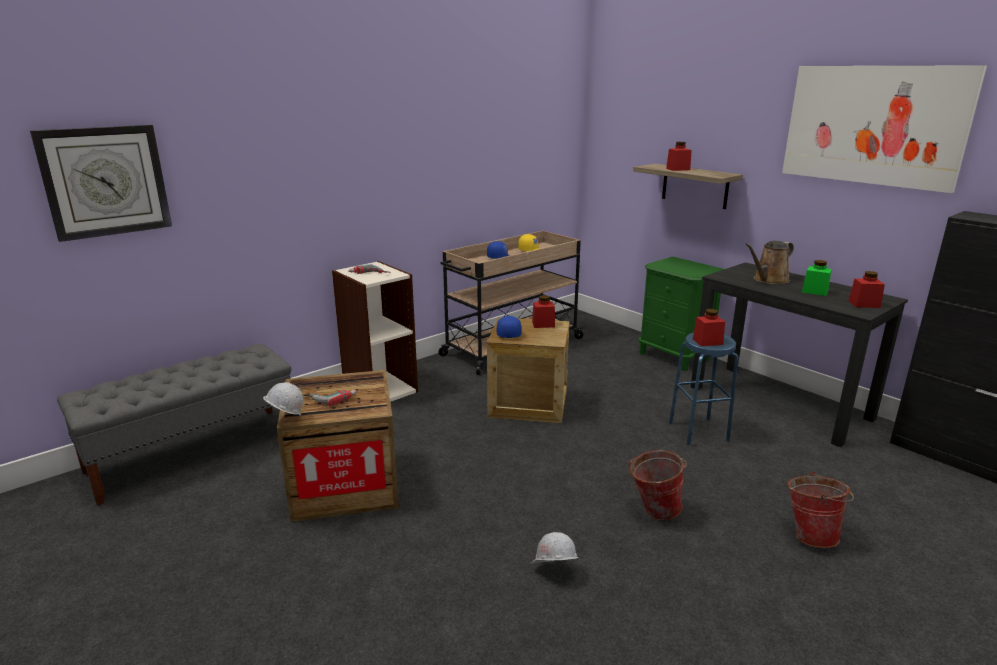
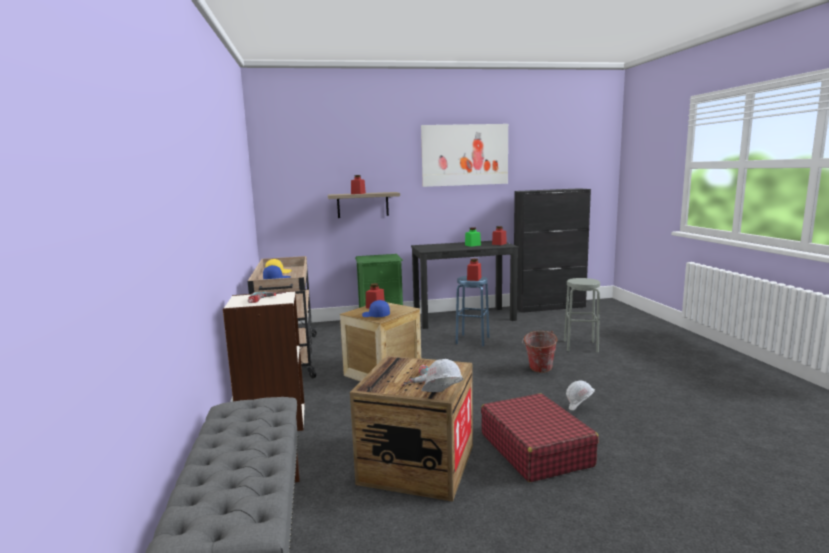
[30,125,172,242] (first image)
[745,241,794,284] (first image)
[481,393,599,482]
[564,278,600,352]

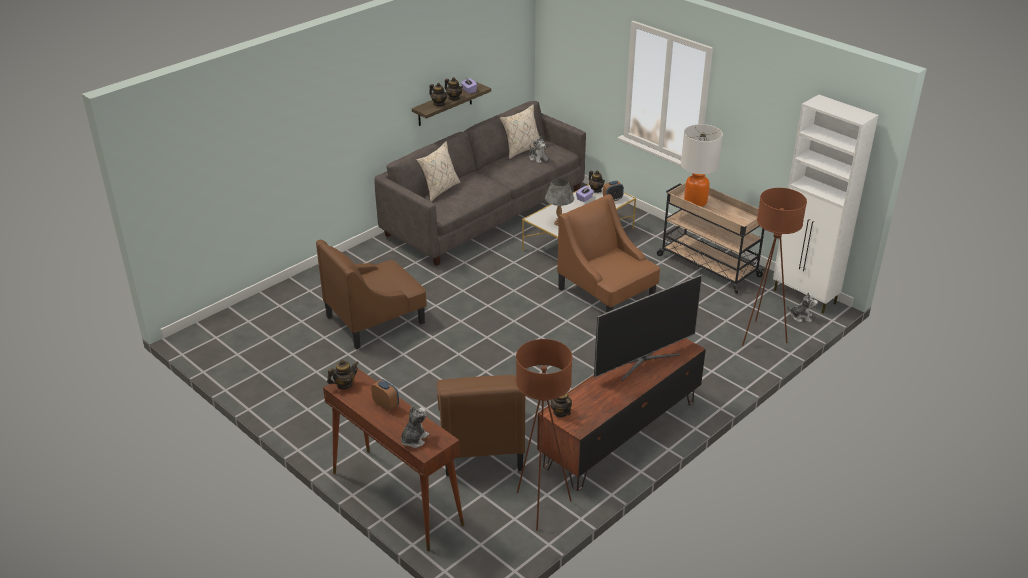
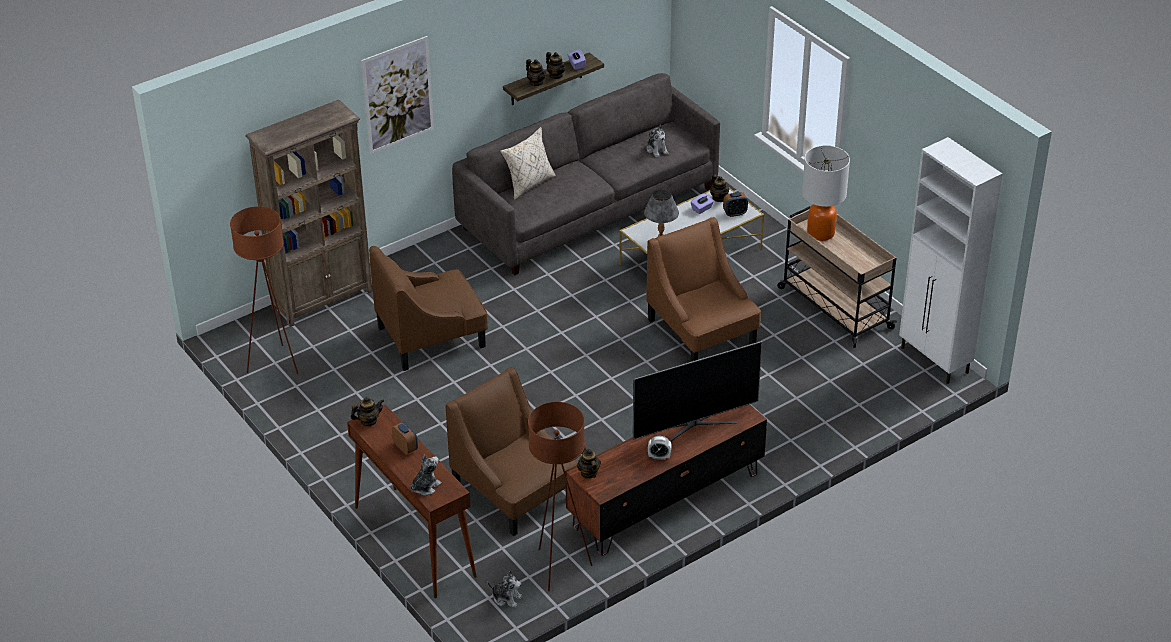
[500,104,540,159] (first image)
[245,100,373,327]
[361,36,434,154]
[648,436,672,460]
[230,206,298,375]
[488,571,523,608]
[446,367,577,536]

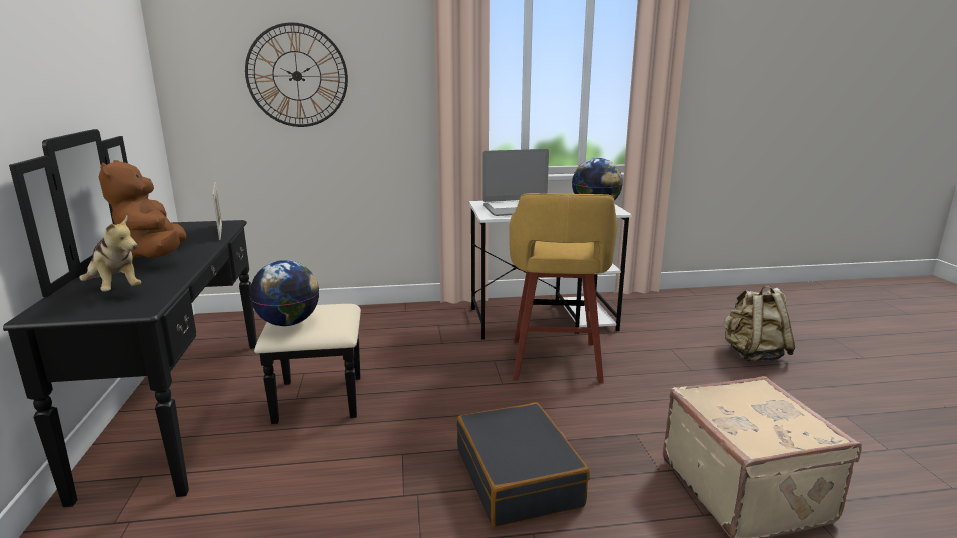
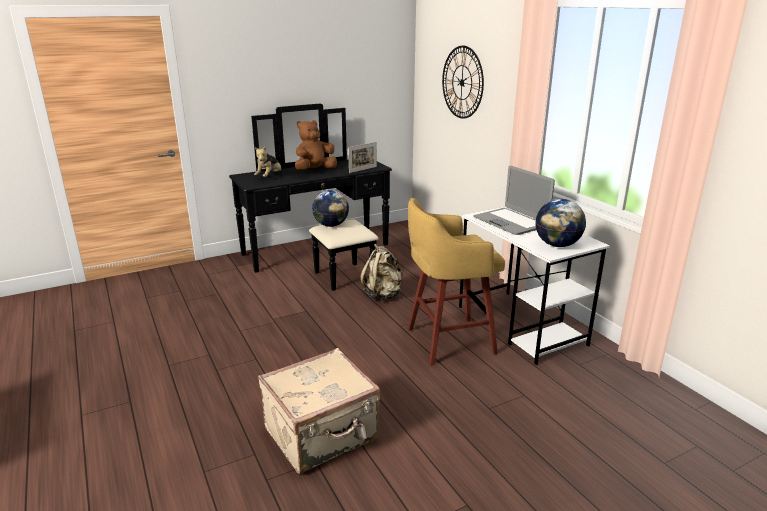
[456,403,590,527] (first image)
[360,244,403,301]

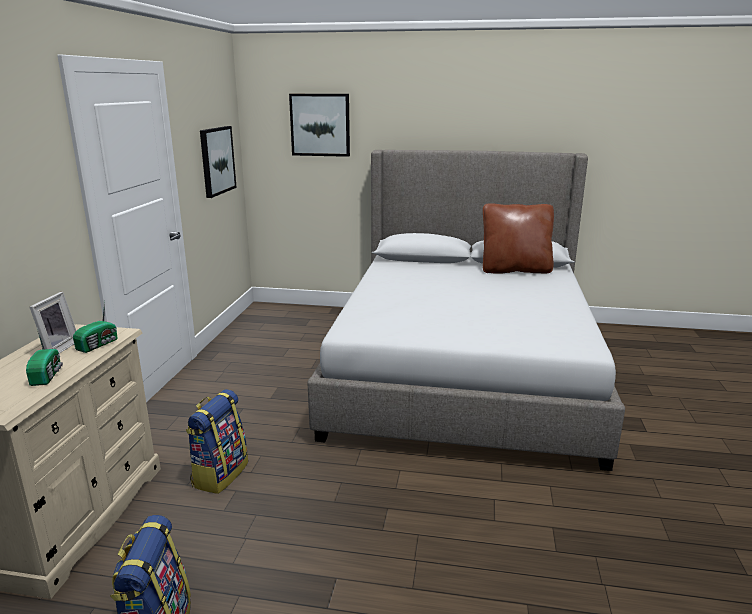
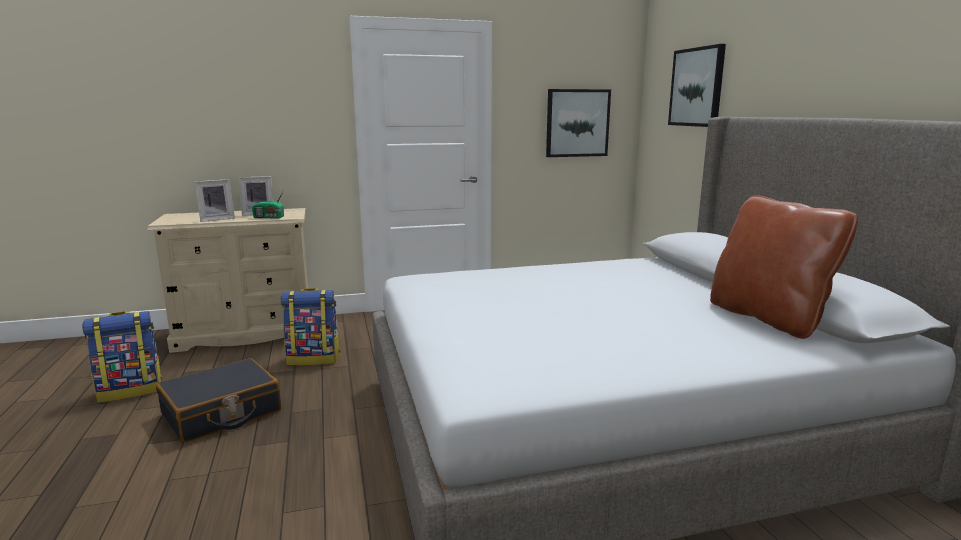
[156,358,281,443]
[194,179,235,222]

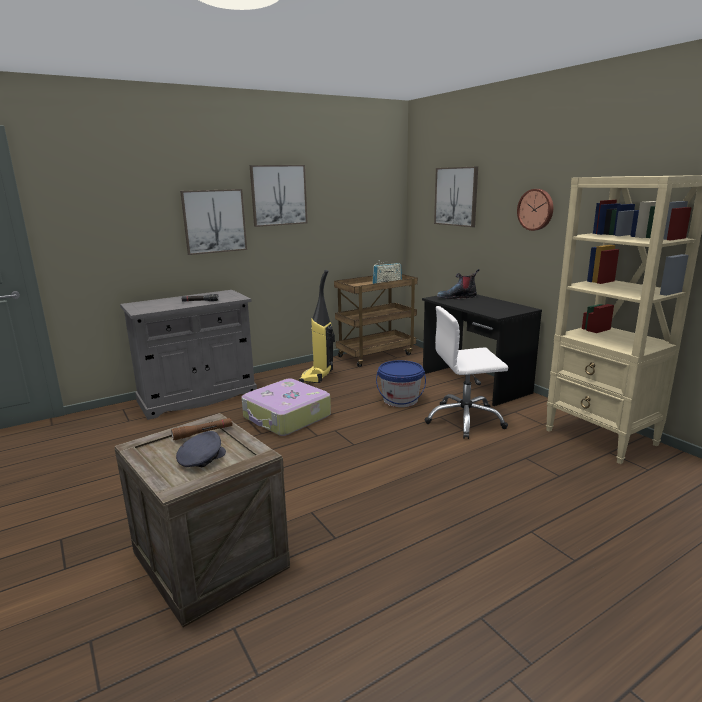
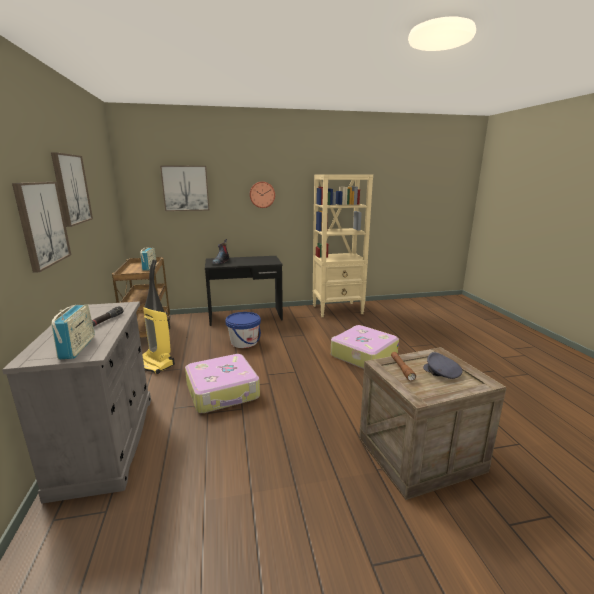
[424,306,508,439] (first image)
[51,304,95,360]
[331,325,399,369]

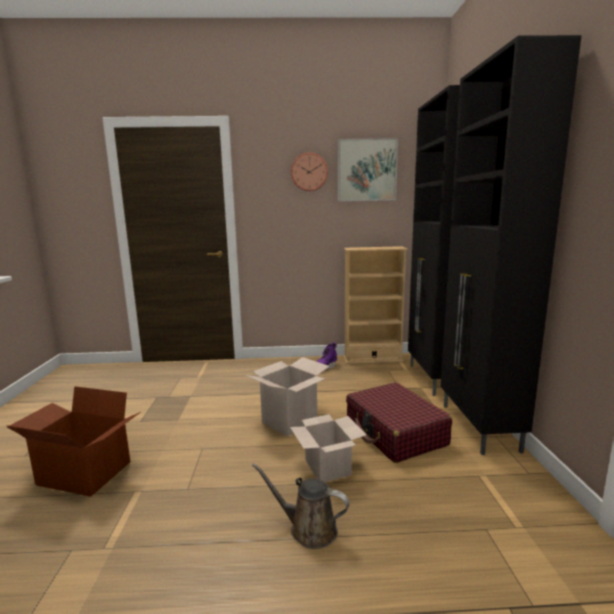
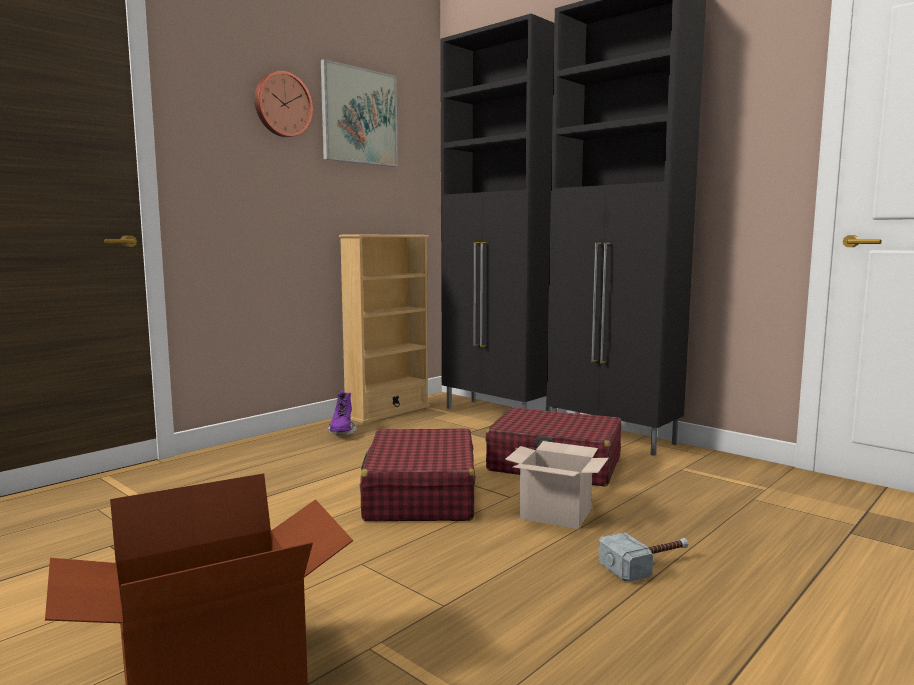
[360,428,476,521]
[599,533,688,581]

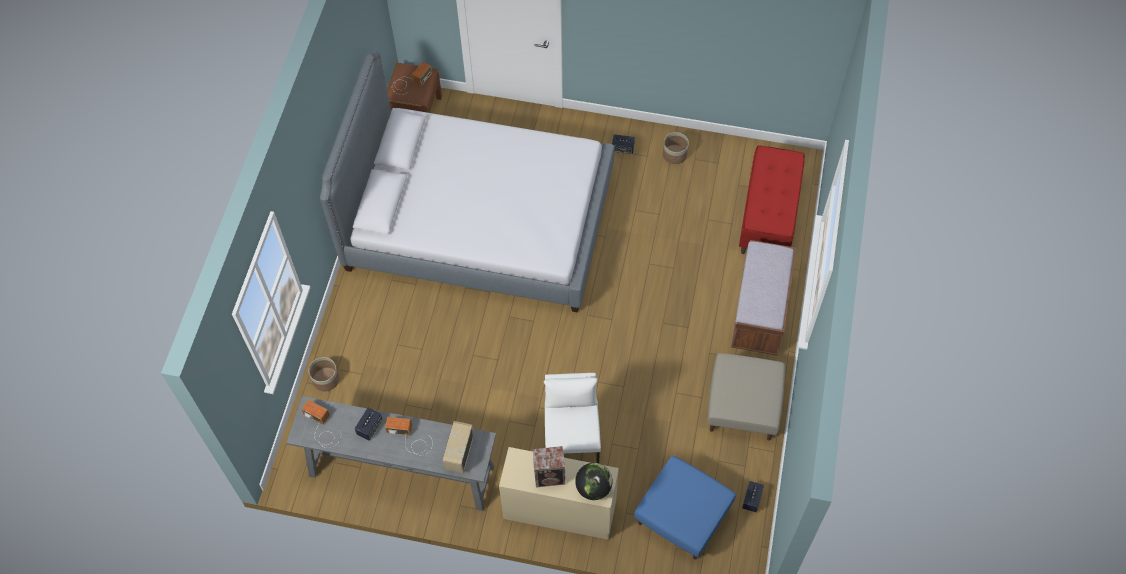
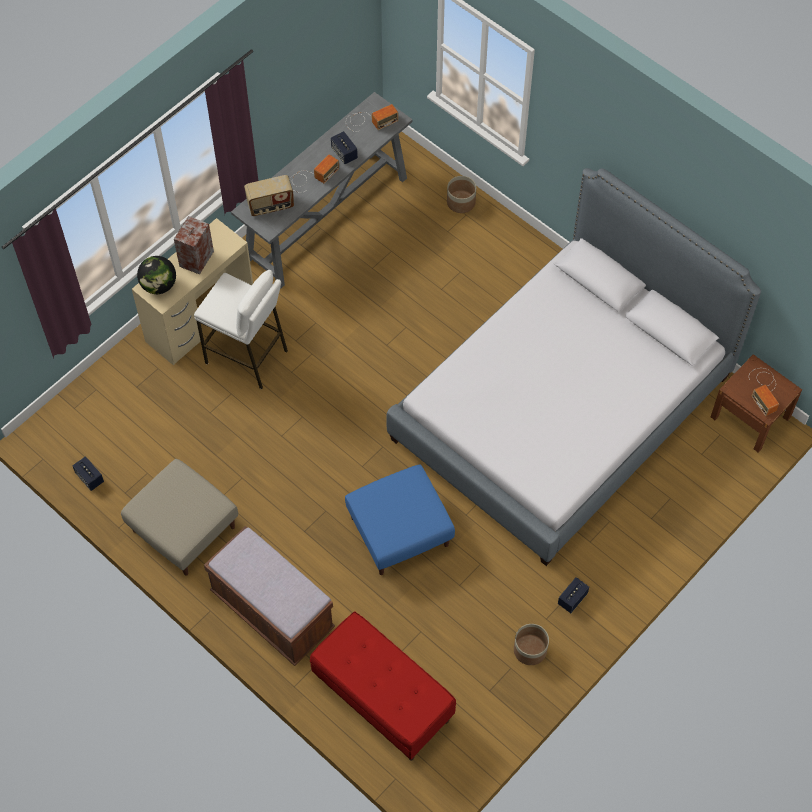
[345,465,455,575]
[244,175,294,216]

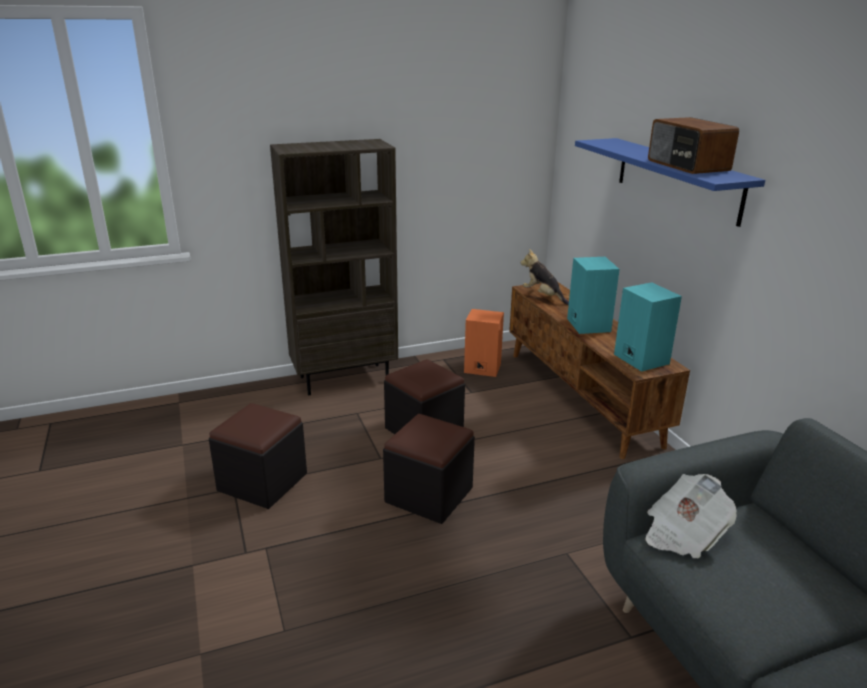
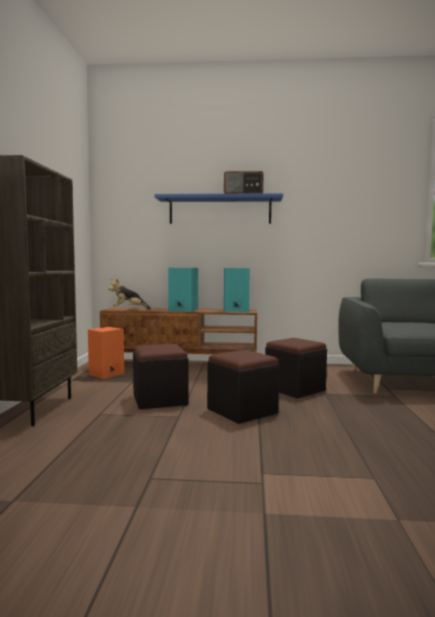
[645,474,737,558] (first image)
[265,338,327,398]

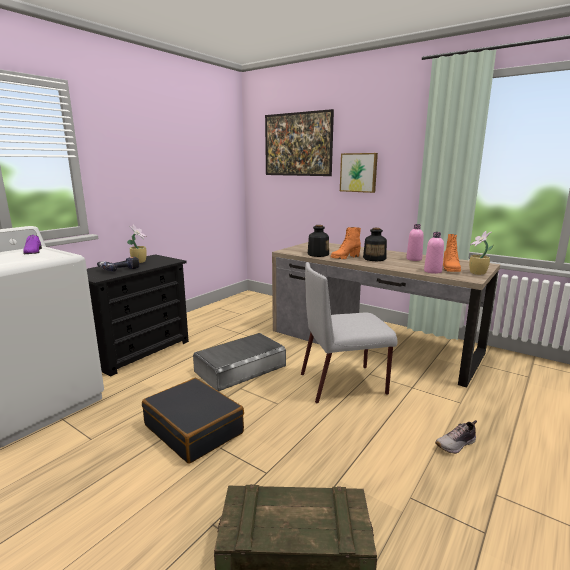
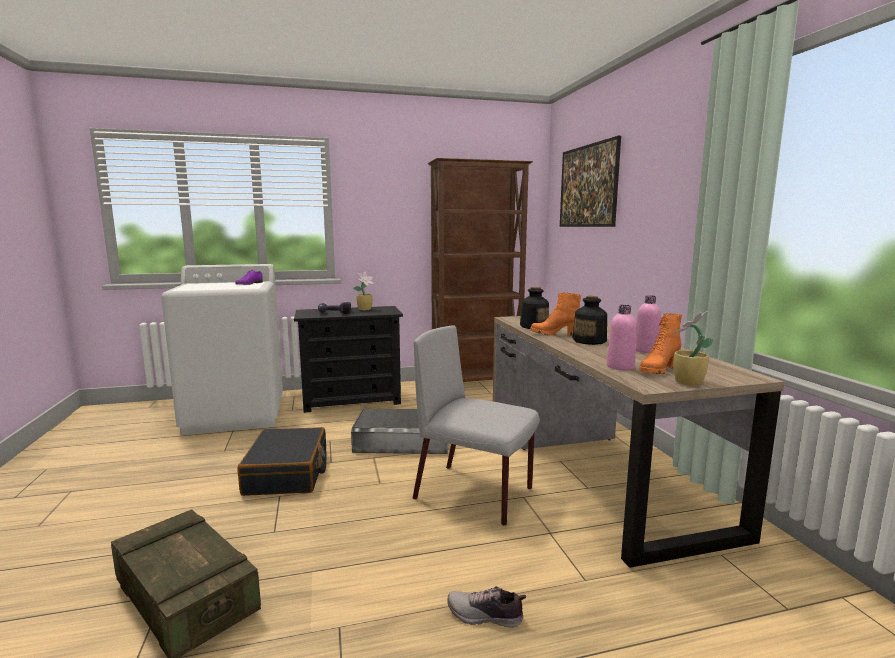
[340,153,378,193] (first image)
[428,158,533,382]

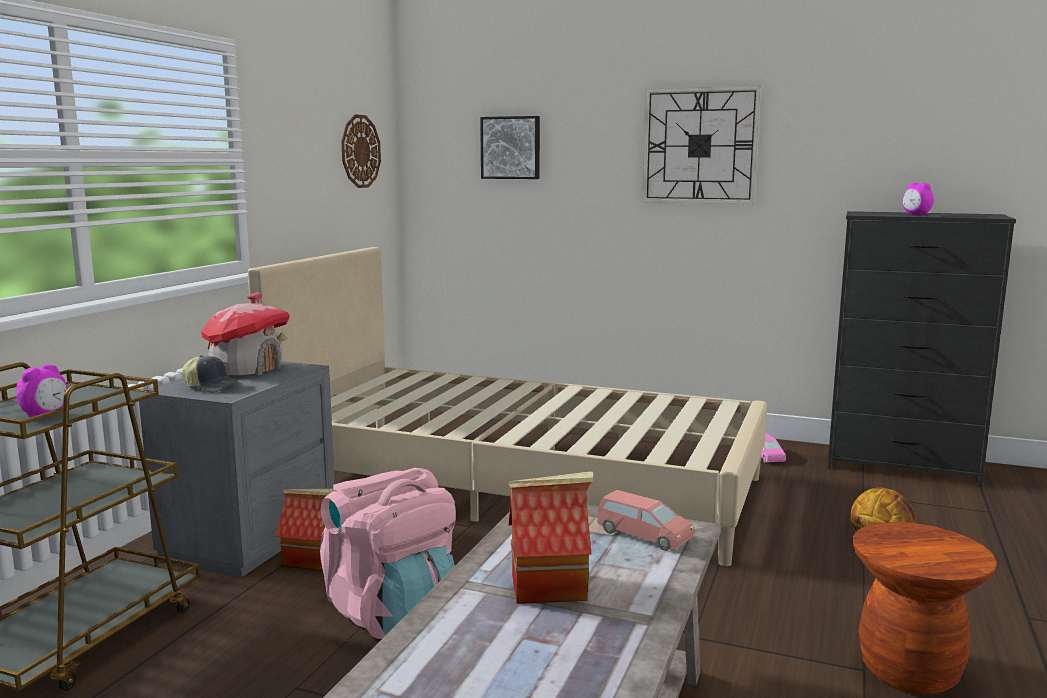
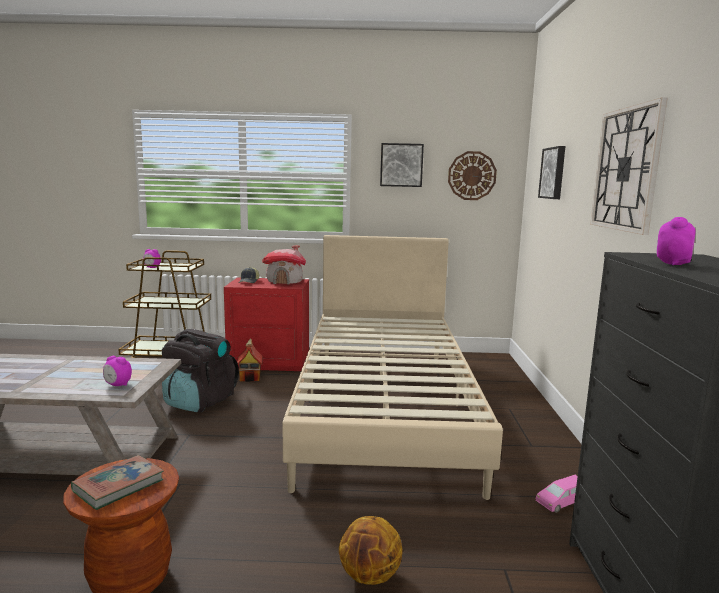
[507,471,593,604] (first image)
[71,455,164,510]
[380,143,424,187]
[103,356,132,386]
[224,277,309,371]
[162,329,239,412]

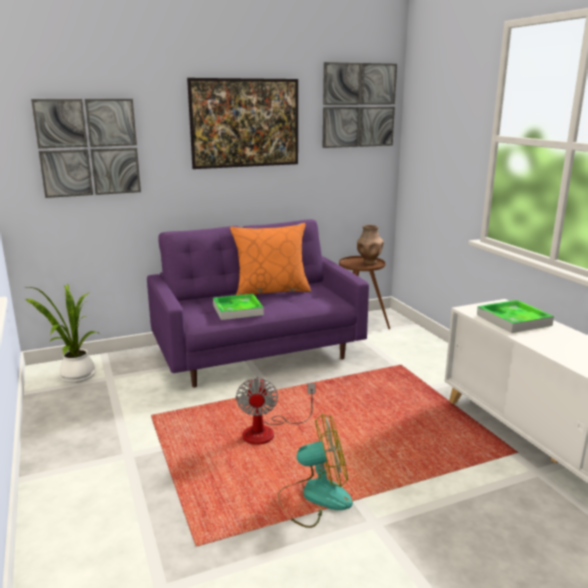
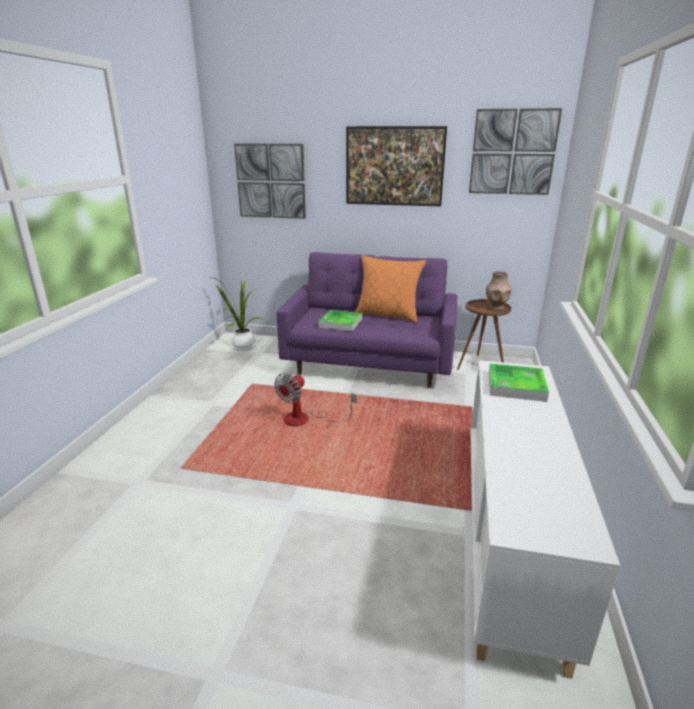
[278,414,353,528] (first image)

